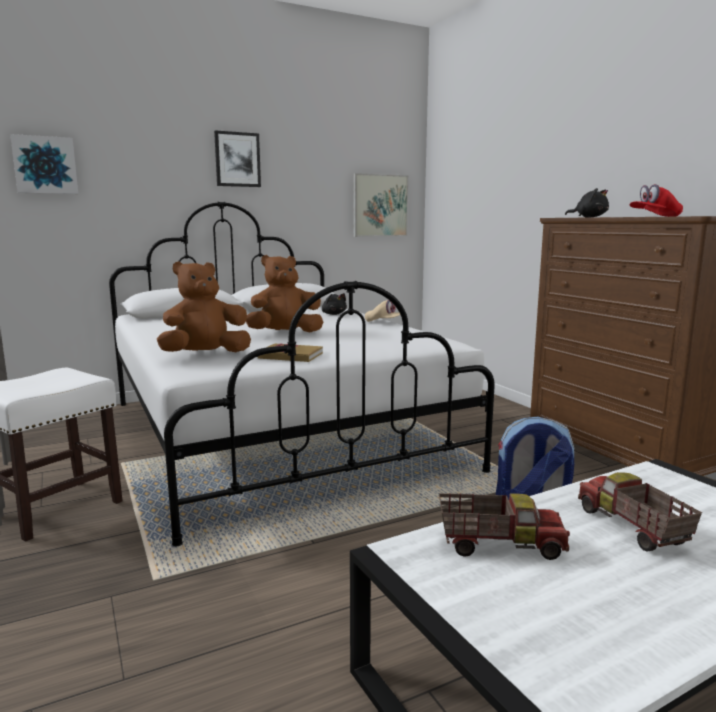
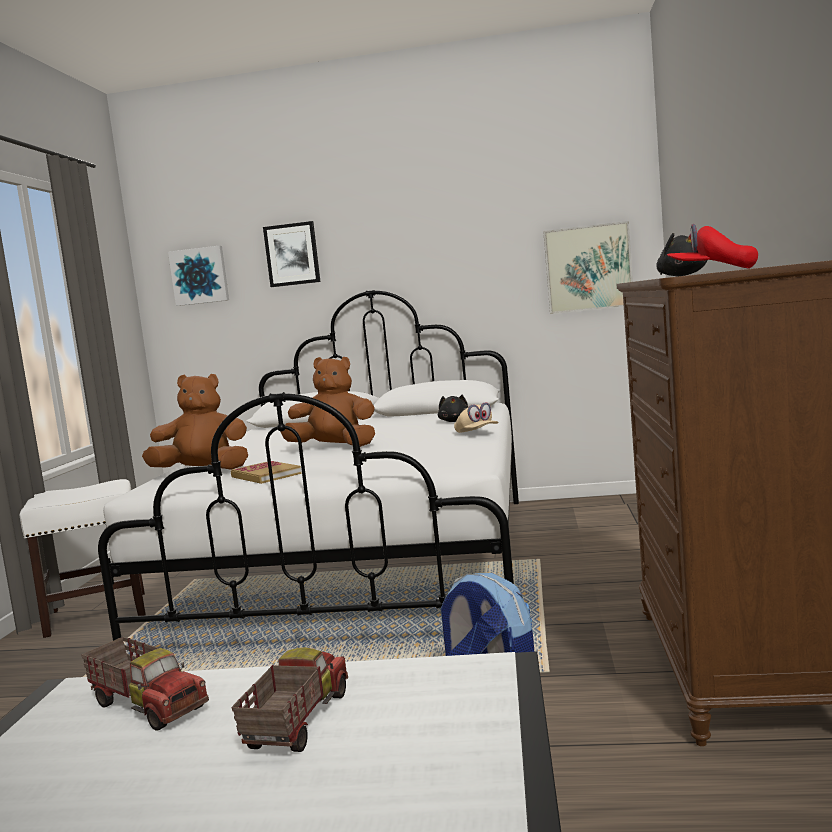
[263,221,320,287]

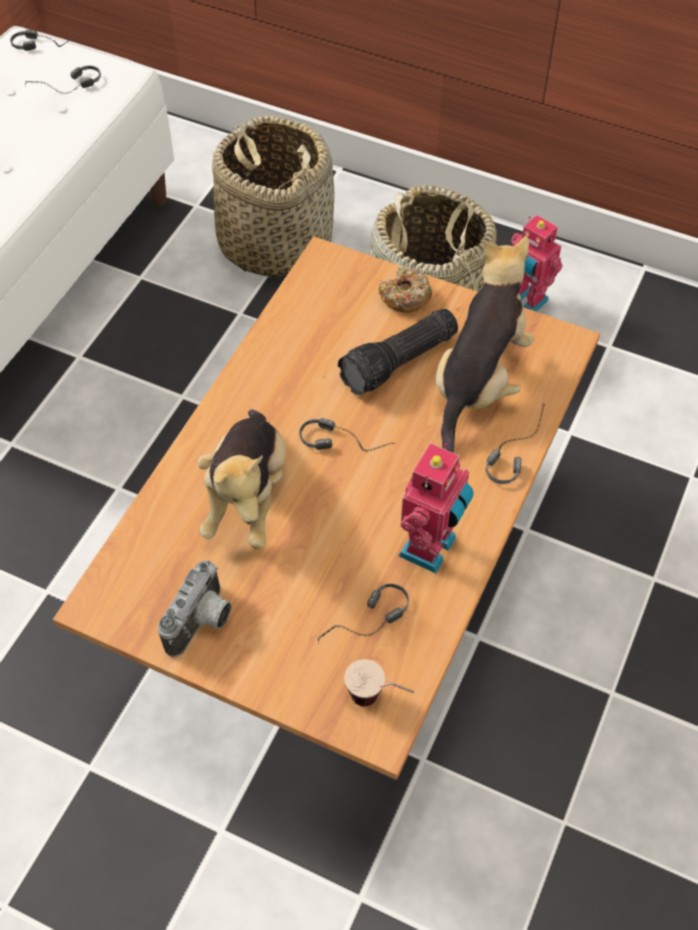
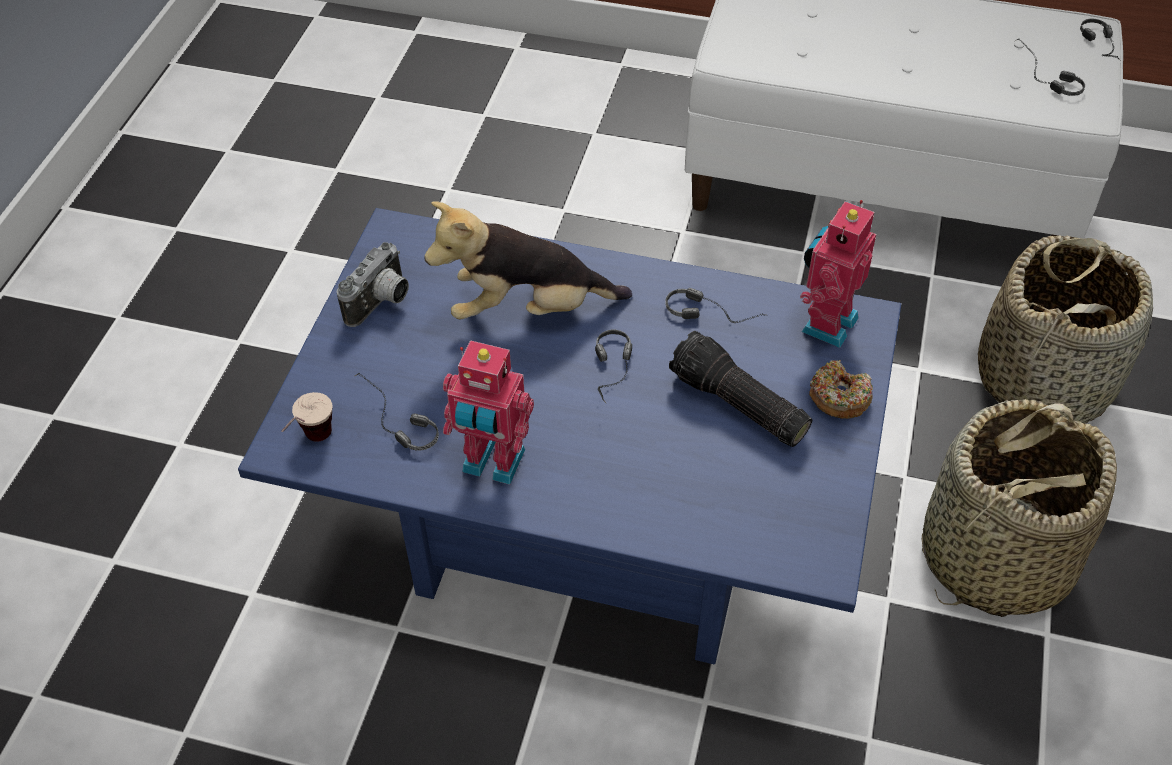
[436,236,533,453] (first image)
[665,288,765,323]
[800,200,876,348]
[238,208,901,664]
[337,242,409,327]

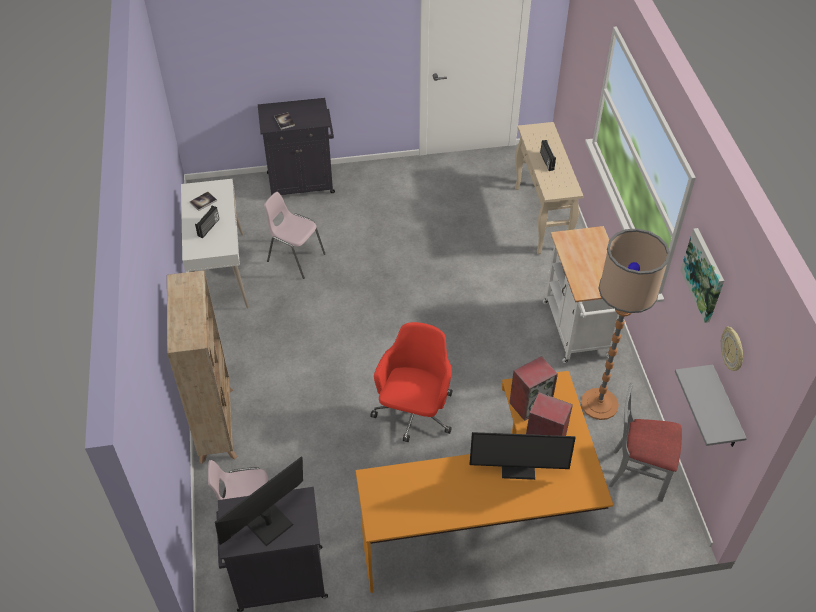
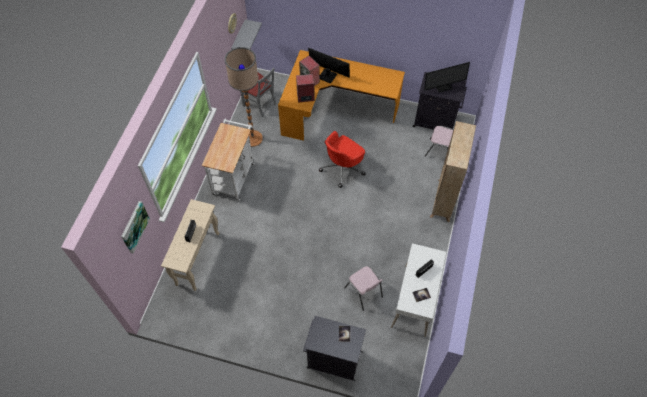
[121,201,150,253]

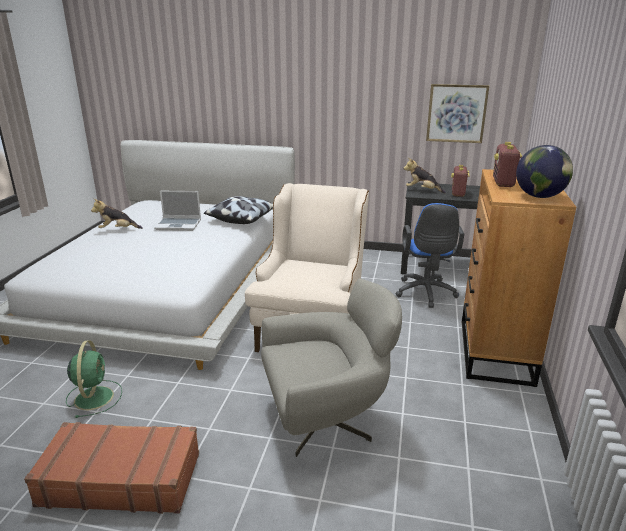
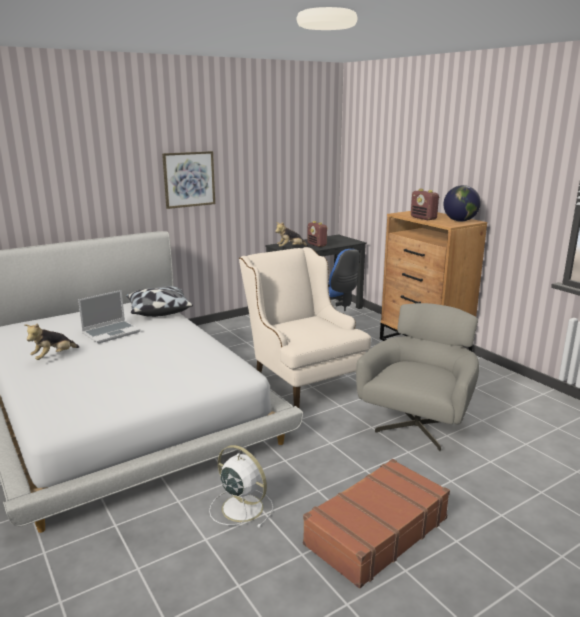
[162,151,215,209]
[209,445,273,528]

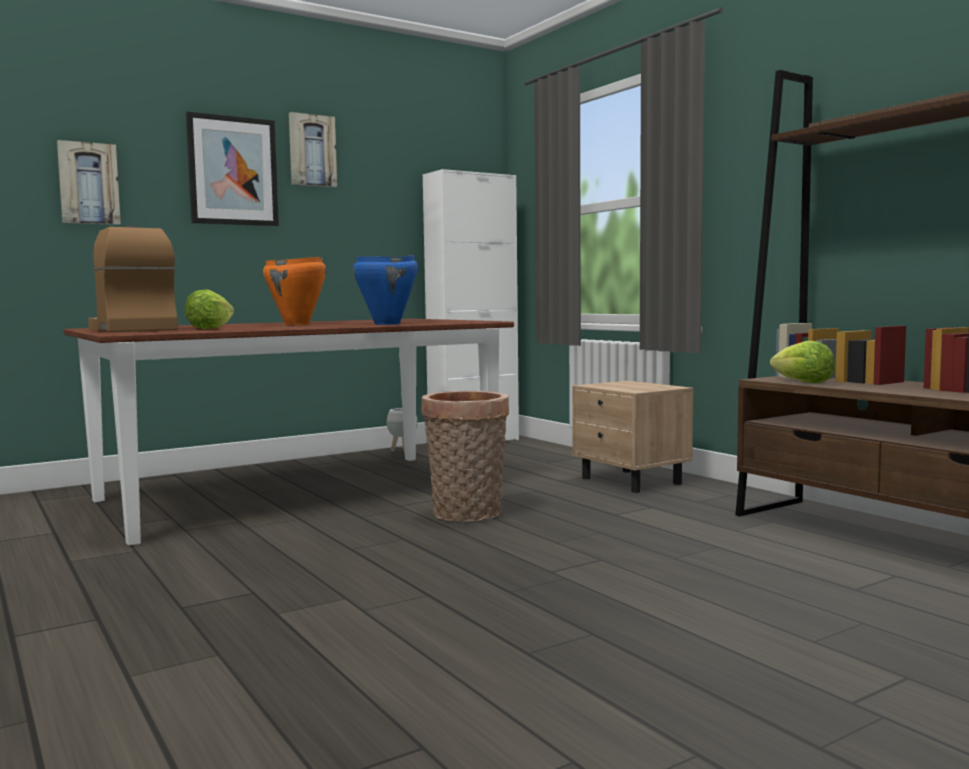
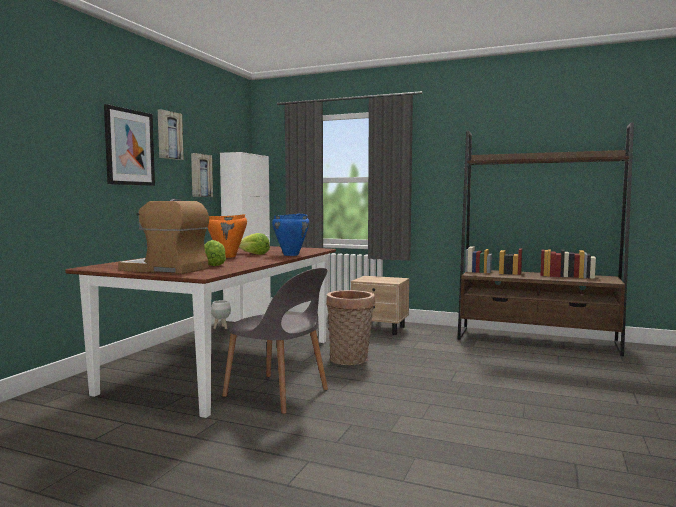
[222,268,328,414]
[191,153,213,197]
[239,233,270,255]

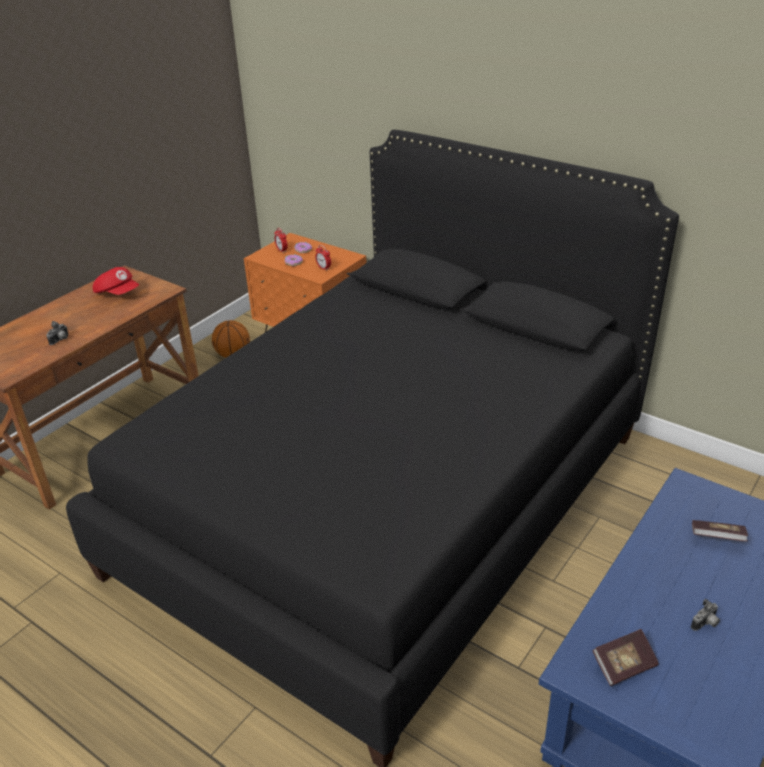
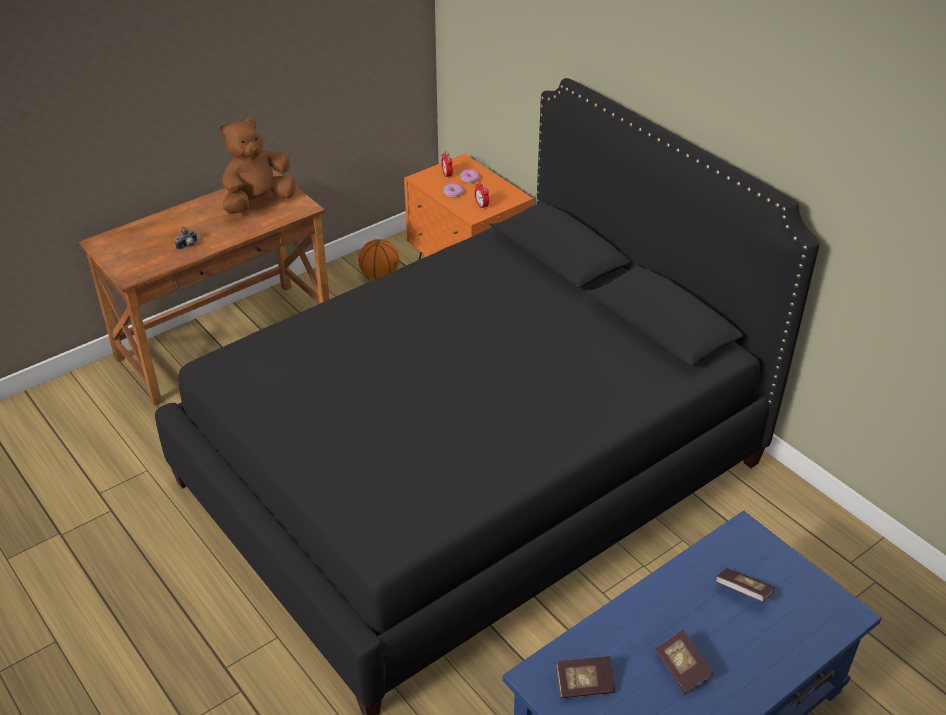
[220,118,296,214]
[655,630,714,695]

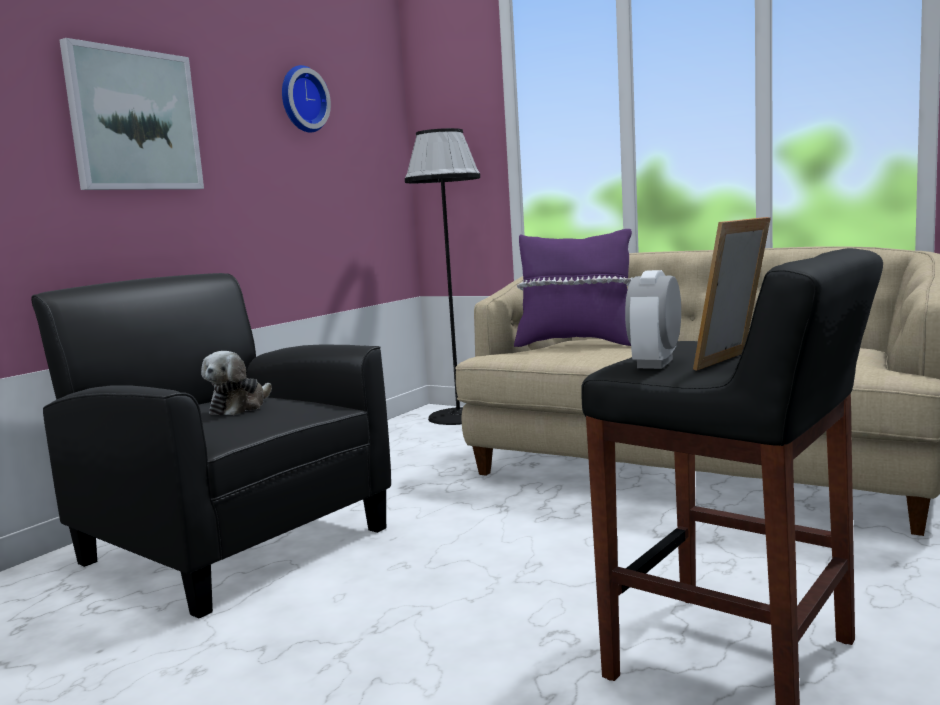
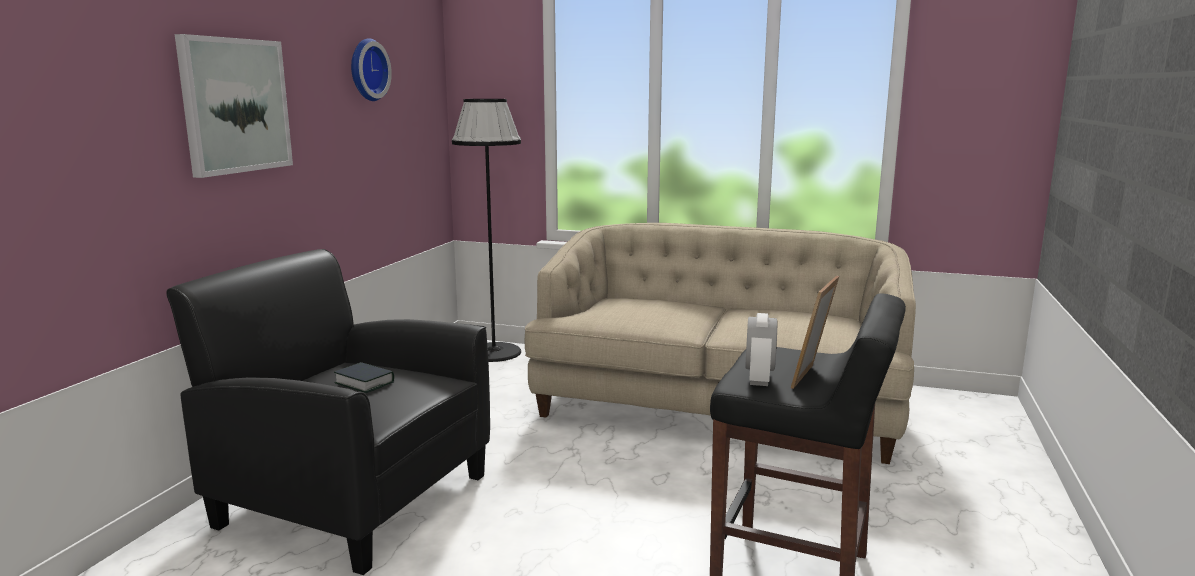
[514,229,633,347] (first image)
[334,362,394,393]

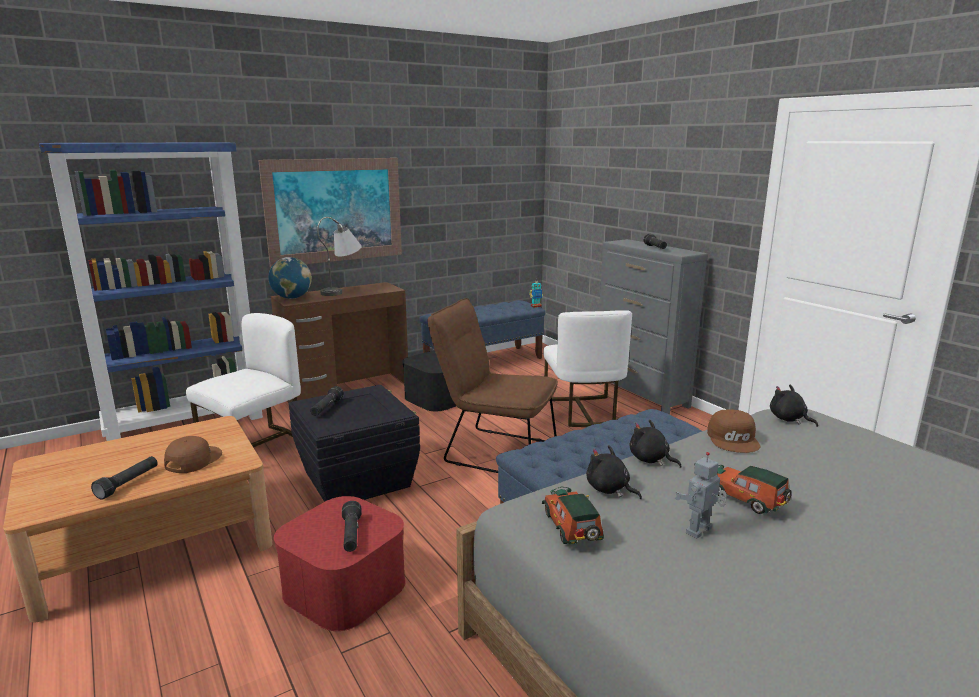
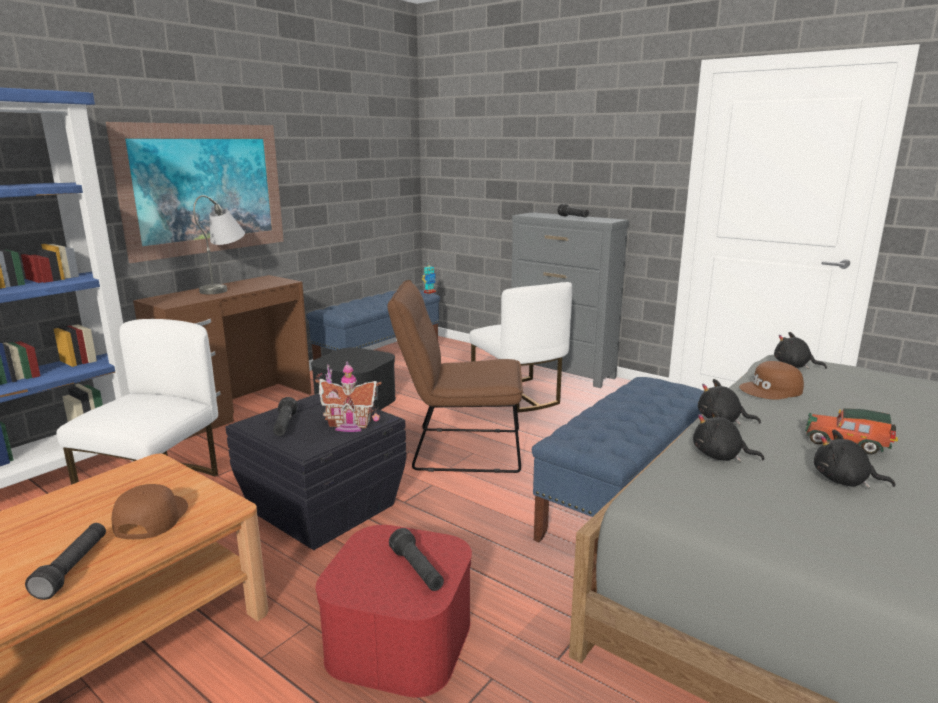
[268,257,312,299] (first image)
[542,486,604,545] (first image)
[315,361,382,432]
[814,429,895,488]
[739,361,804,400]

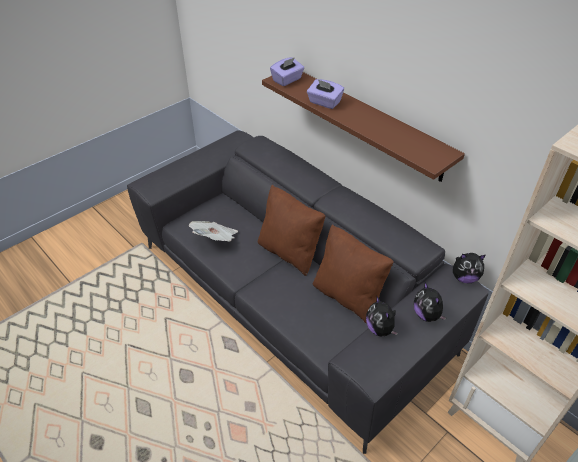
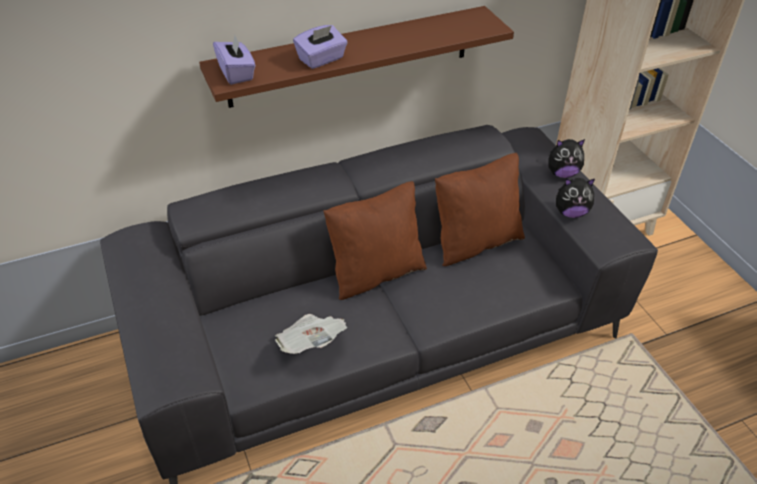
[453,253,485,283] (first image)

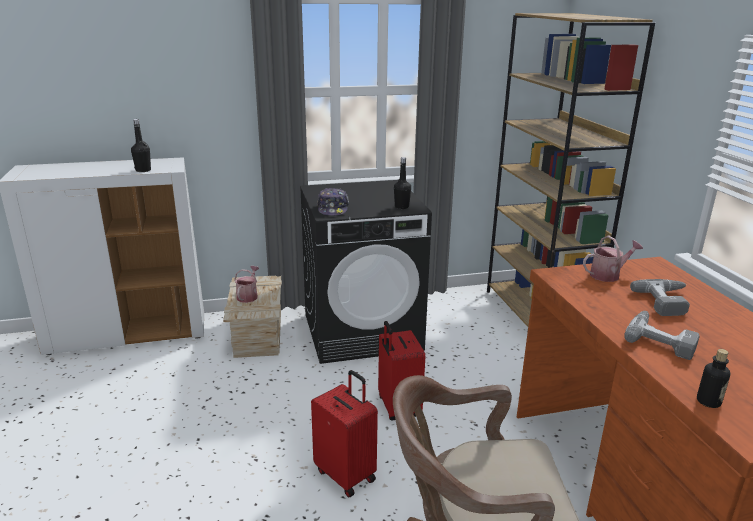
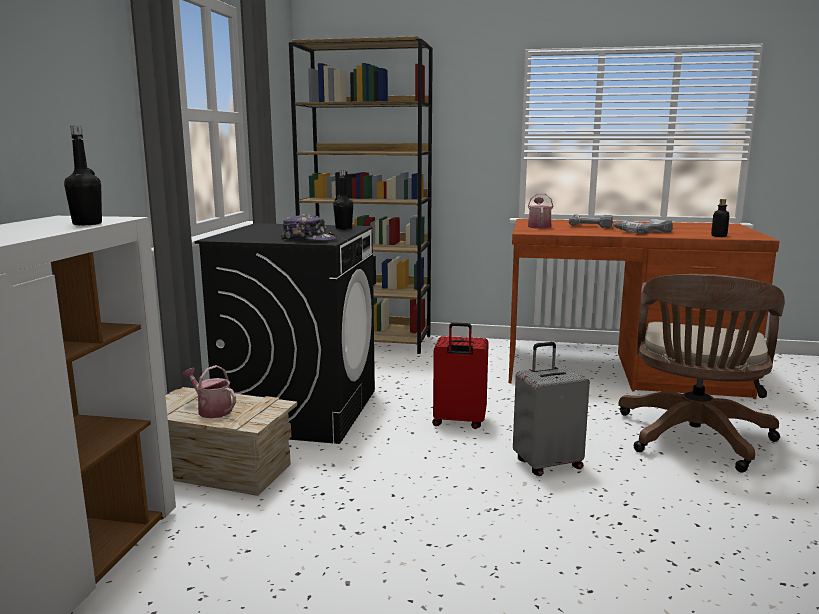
[513,342,590,476]

